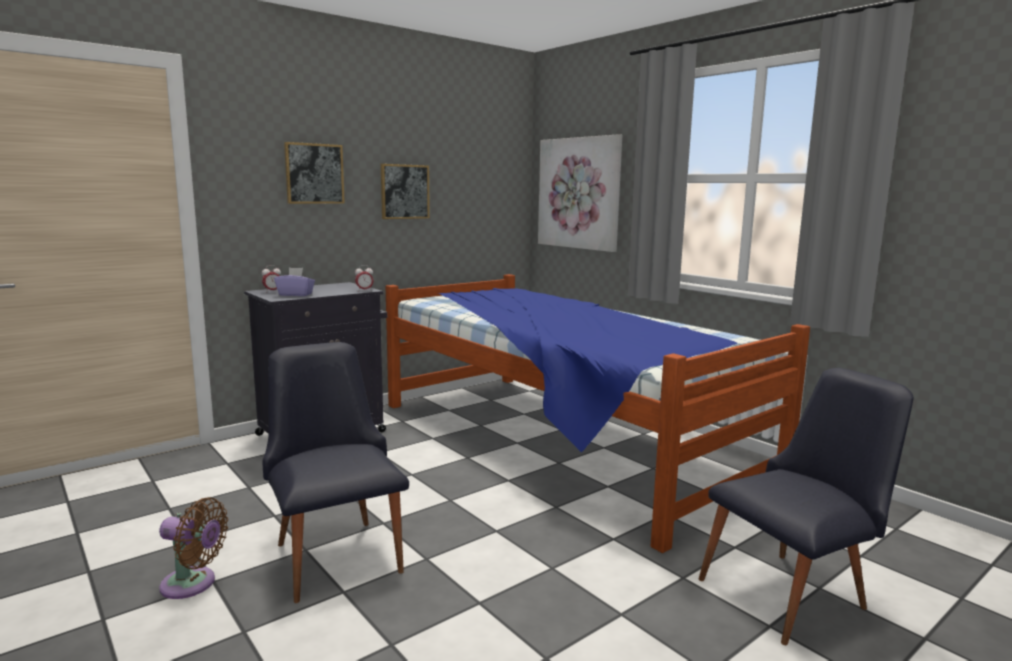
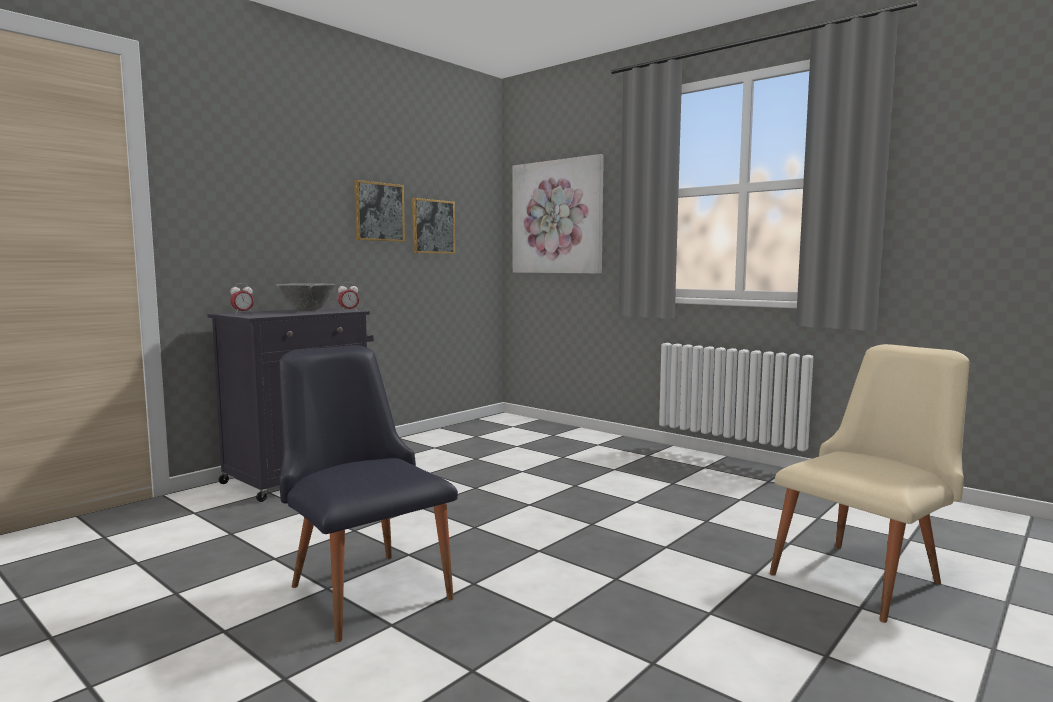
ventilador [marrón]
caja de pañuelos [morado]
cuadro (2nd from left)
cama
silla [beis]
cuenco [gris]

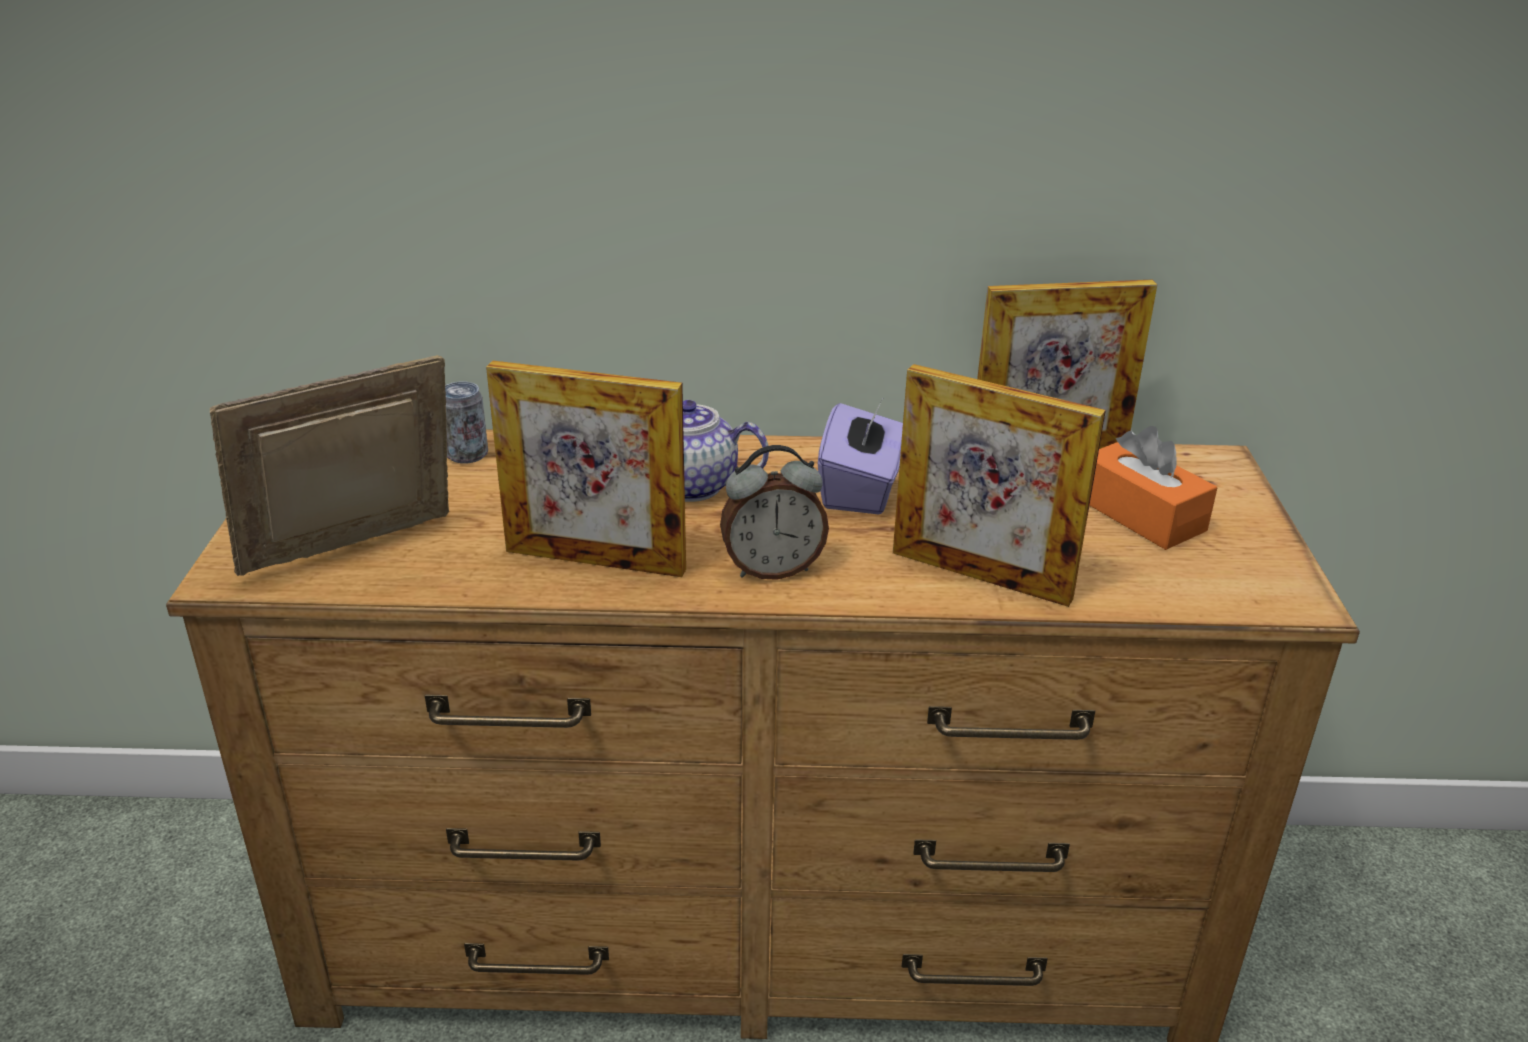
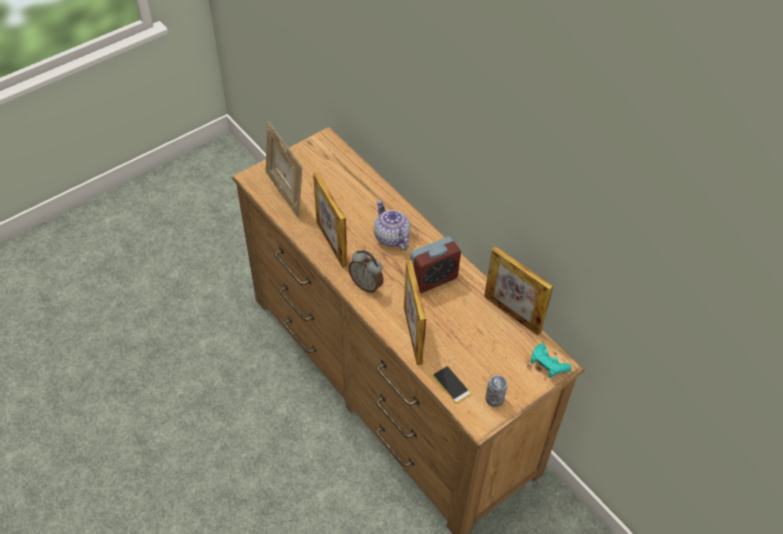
portarretratos (1st from left)
lata
despertador (2nd from left)
caja de pañuelos [naranja]
móvil
mando de consola [turquesa]

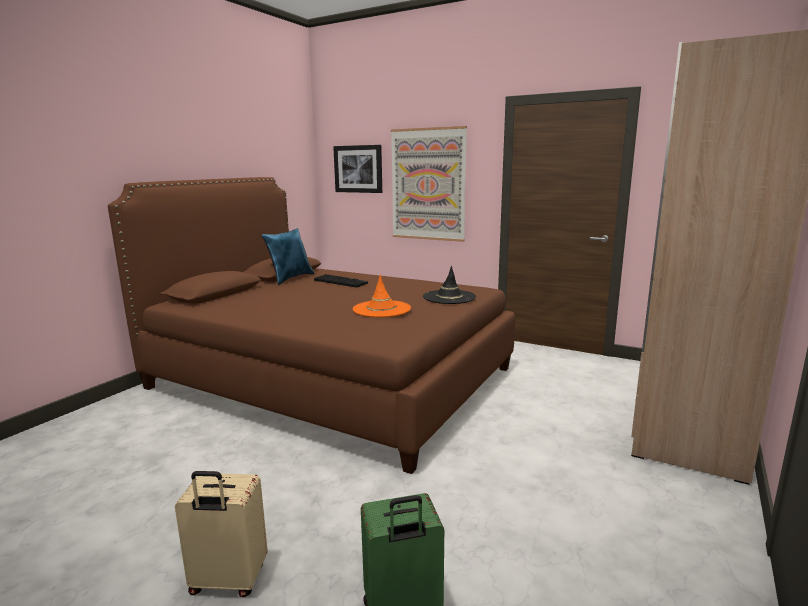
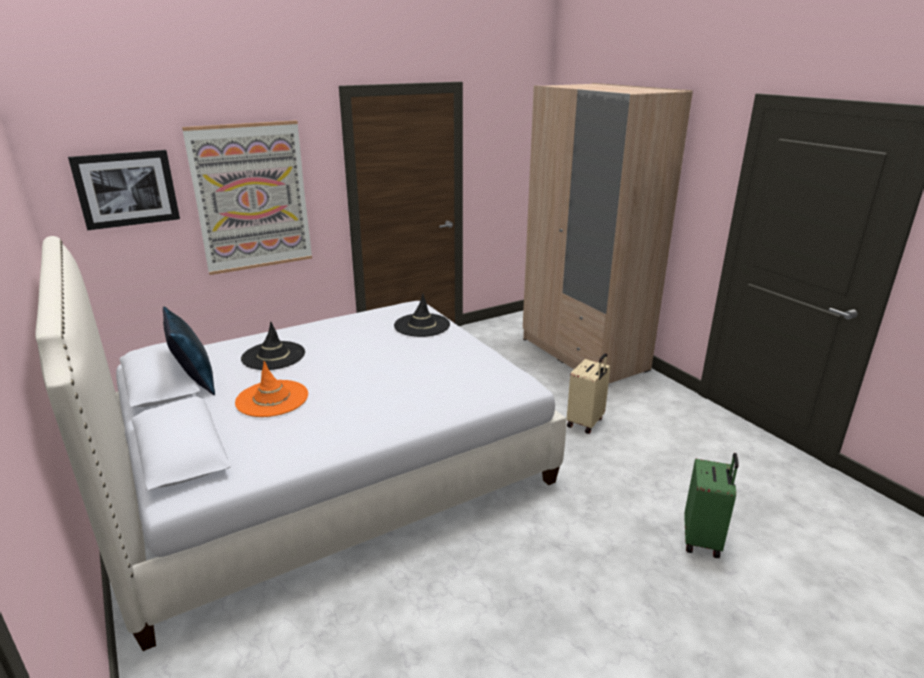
cama [blanco]
maleta [beis]
sombrero [negro] (1st from left)
sombrero [naranja]

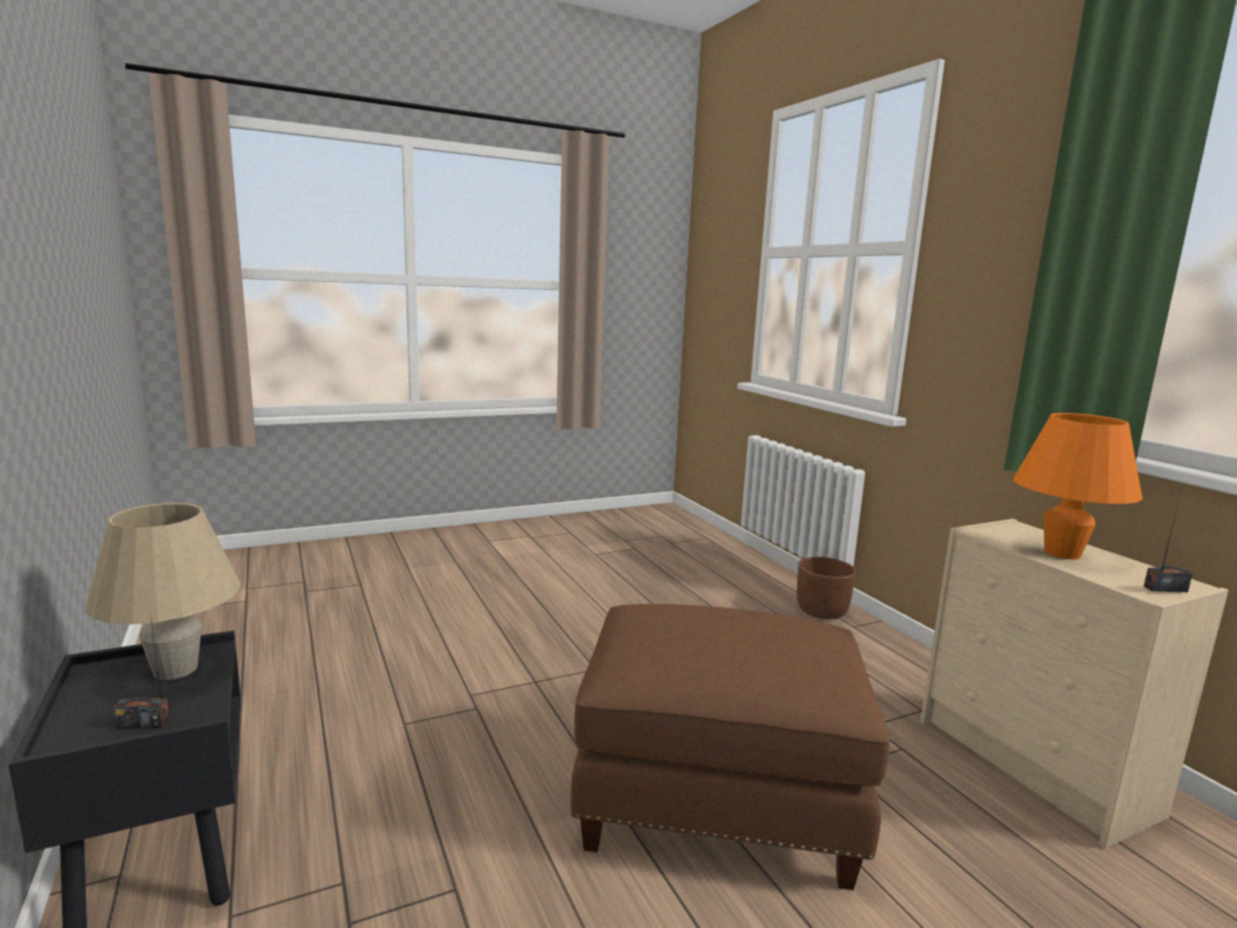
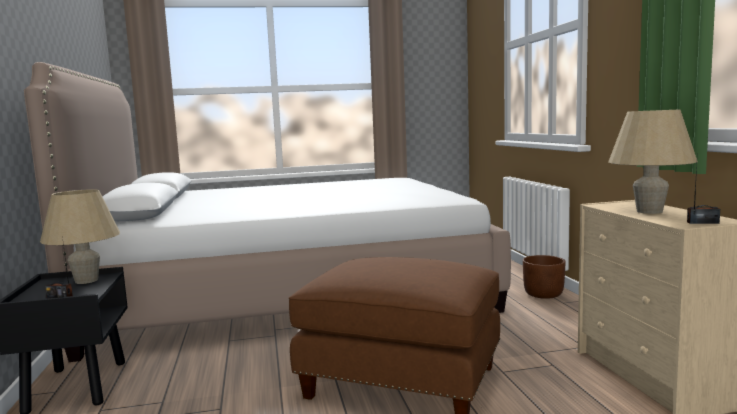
lámpara de mesa [beis] (2nd from left)
cama

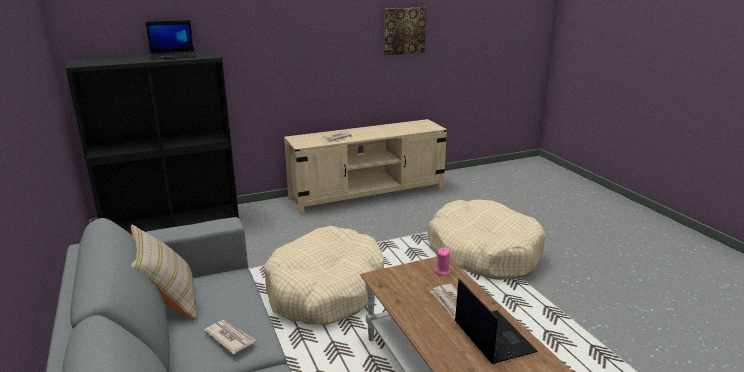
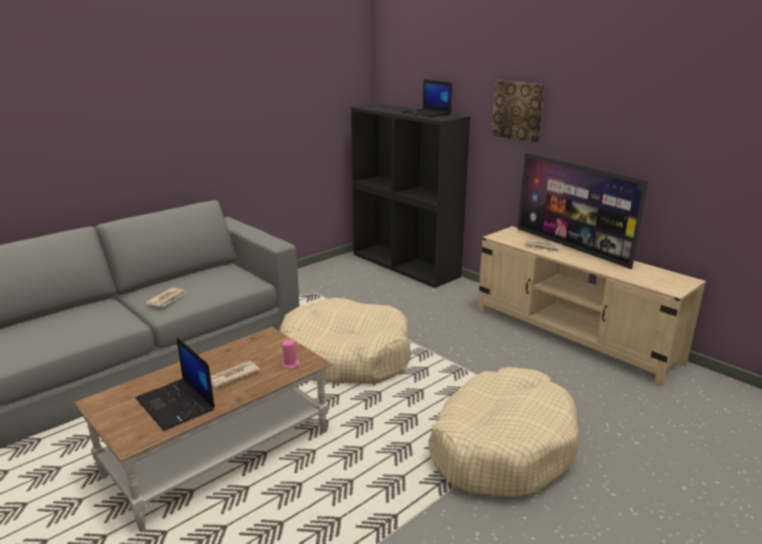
cojín [beis]
cuadro
portátil (1st from left)
televisor

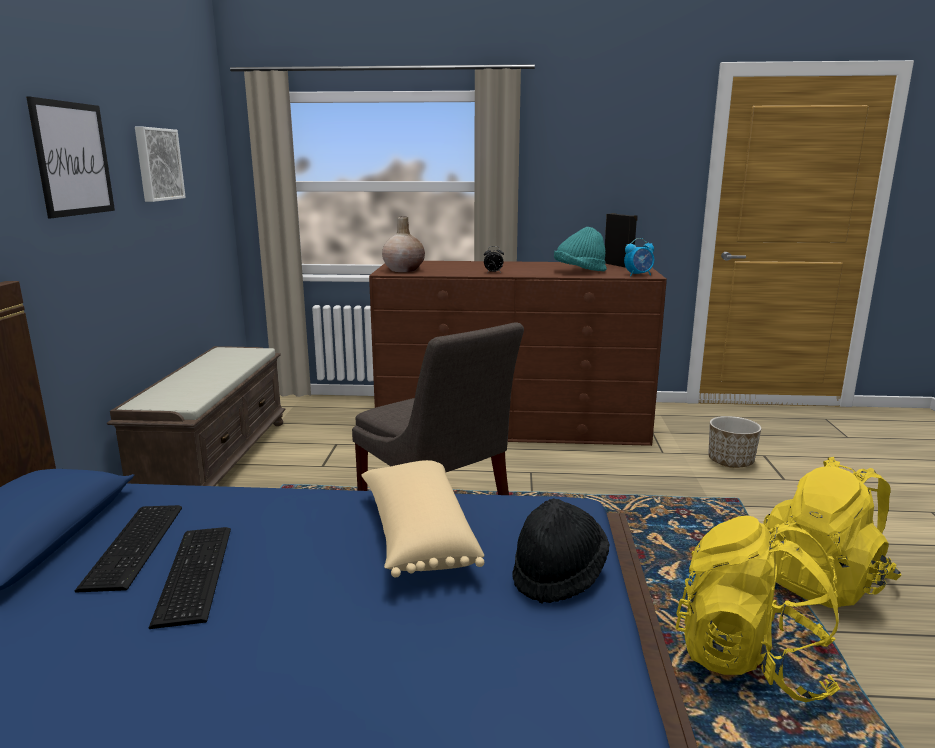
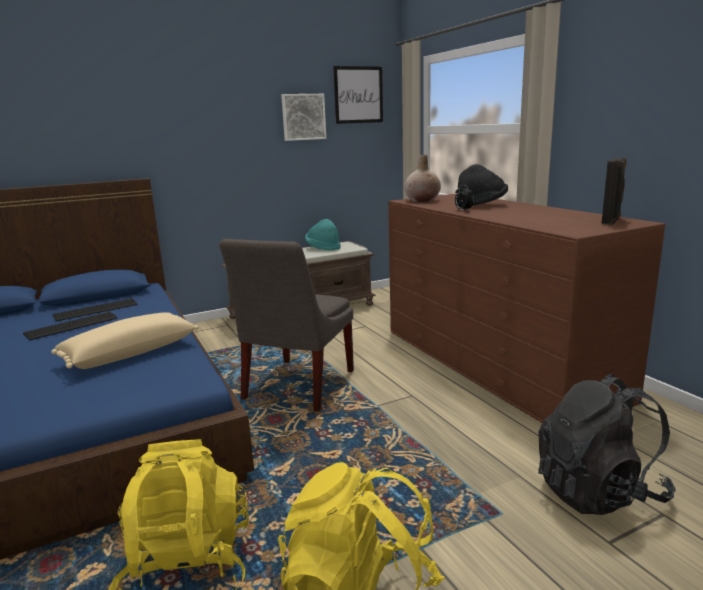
cuadro (2nd from left)
sombrero [negro]
sombrero [turquesa]
despertador (2nd from left in the first image)
mochila [negro]

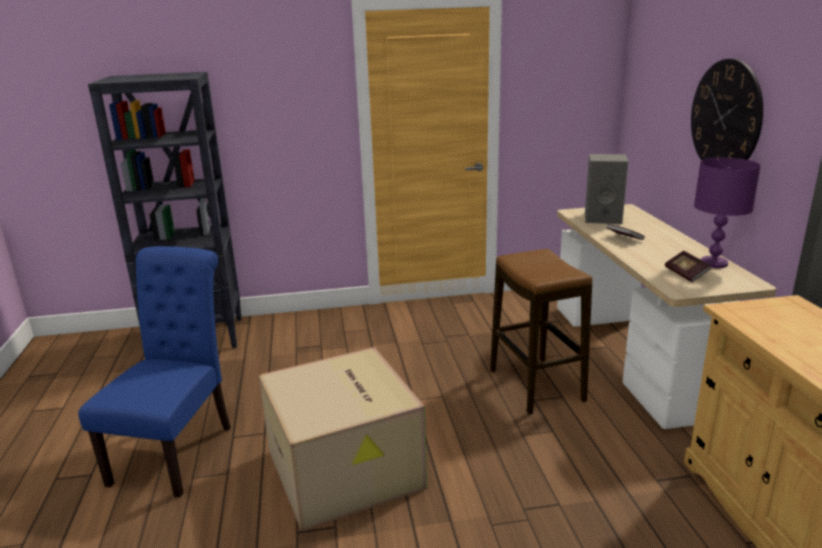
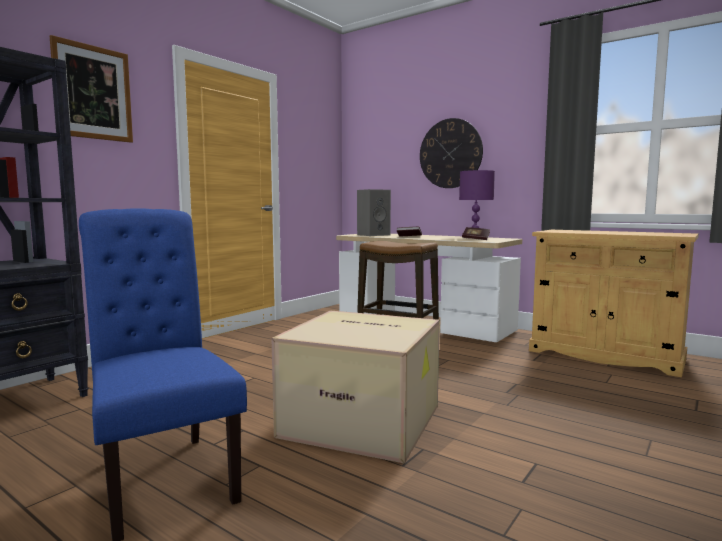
cuadro

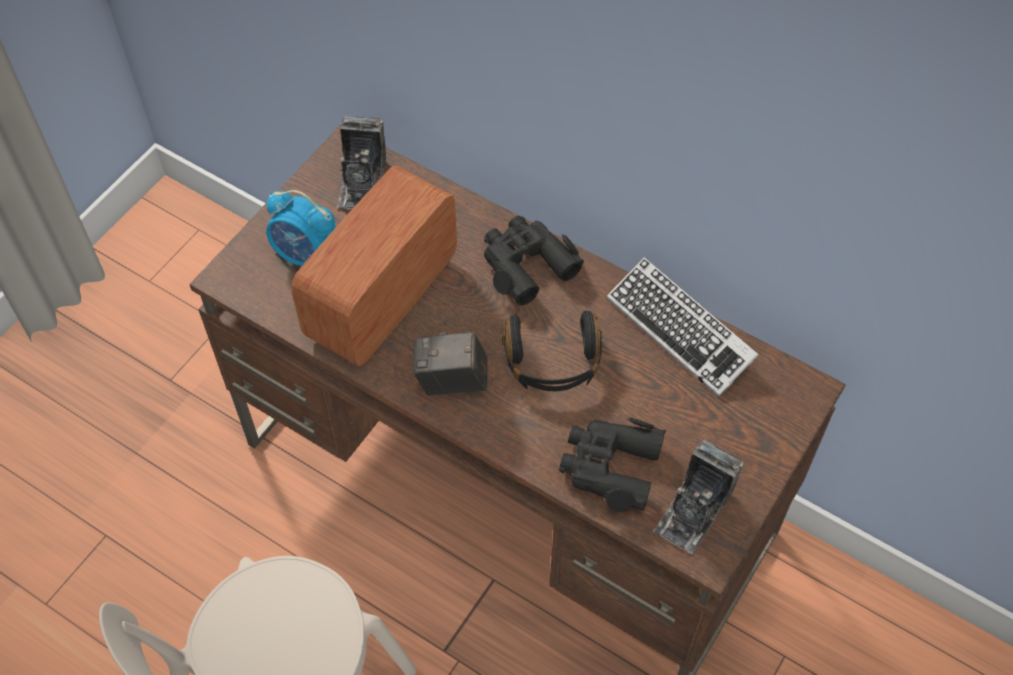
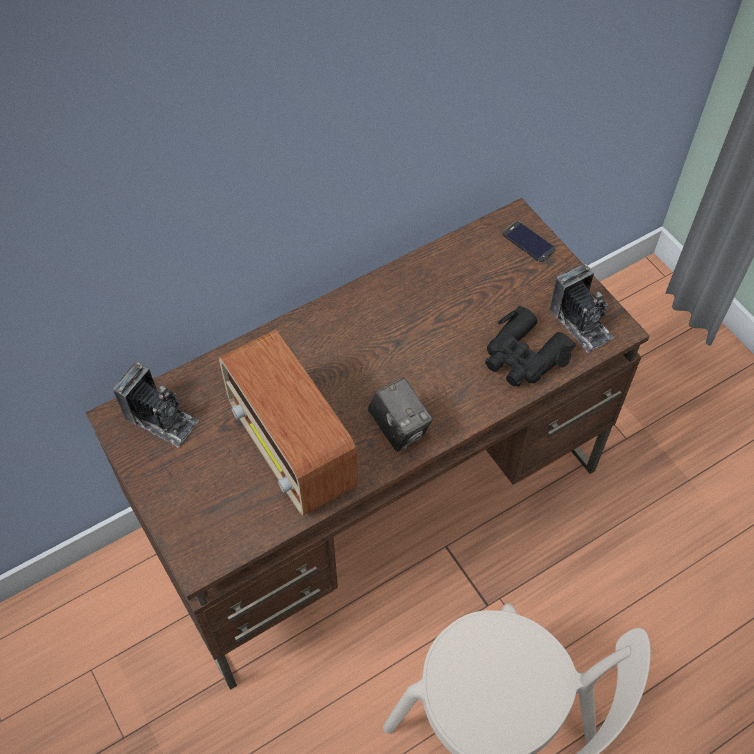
despertador
cámara (2nd from left)
prismáticos [negro] (1st from left in the first image)
auriculares [negro]
teclado
móvil

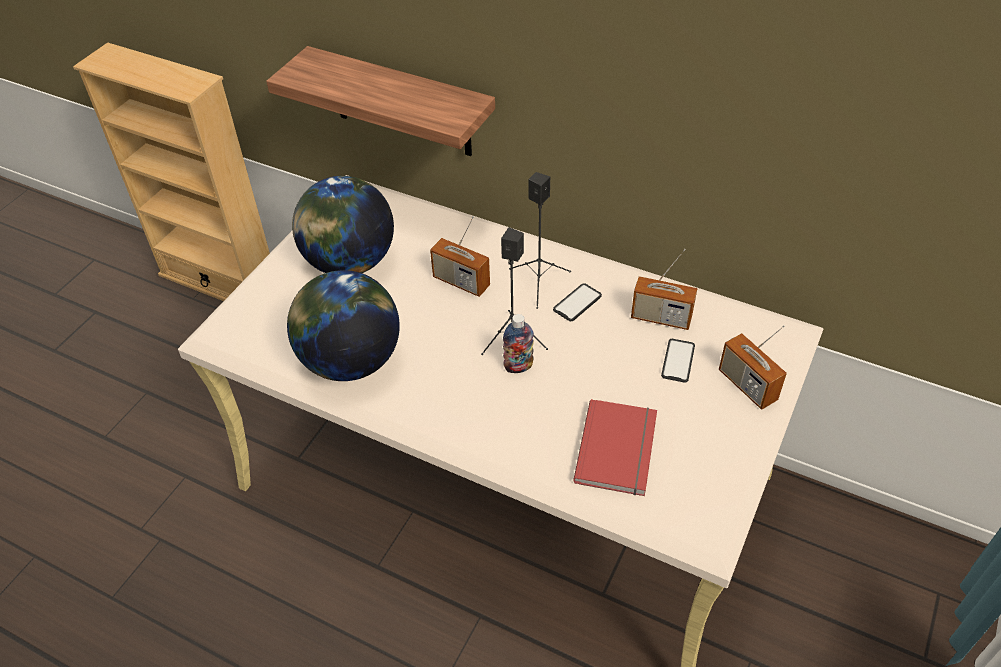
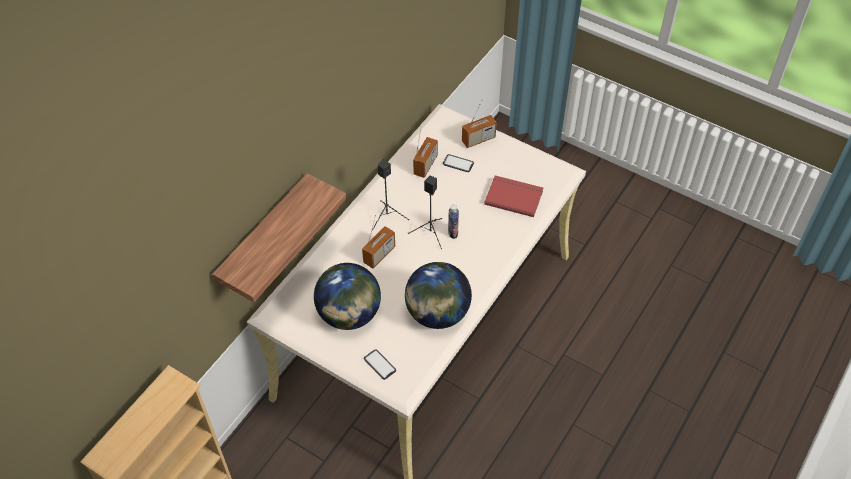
móvil (1st from left)

